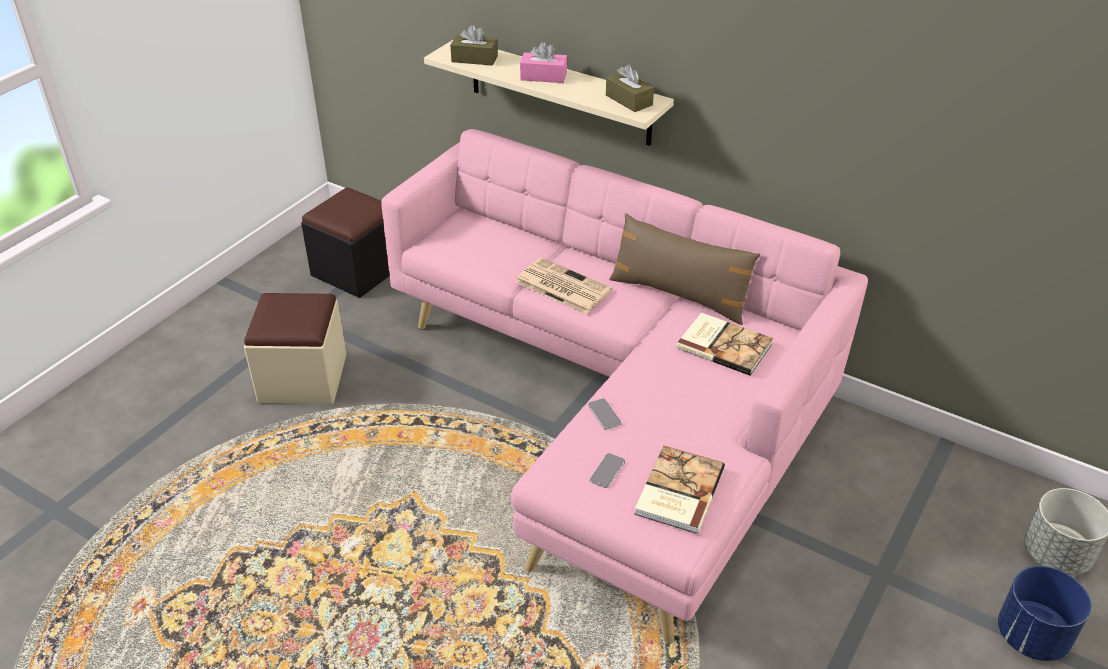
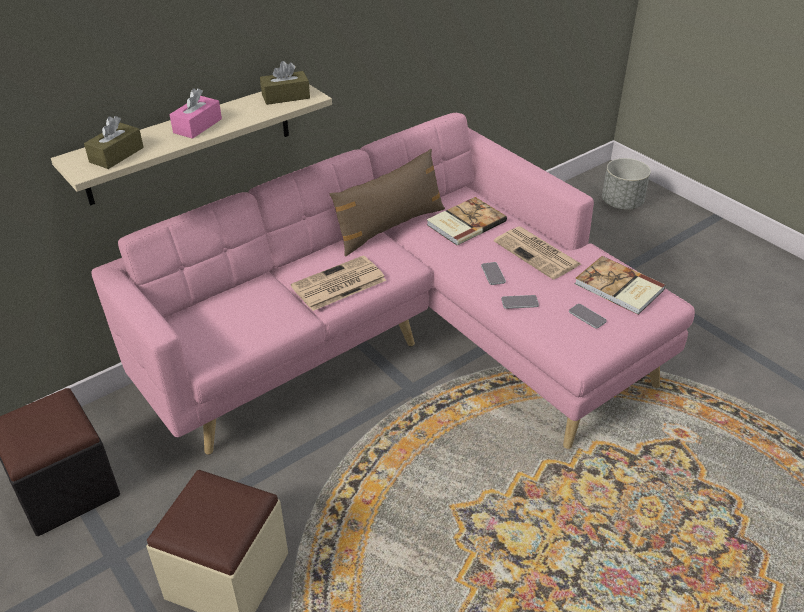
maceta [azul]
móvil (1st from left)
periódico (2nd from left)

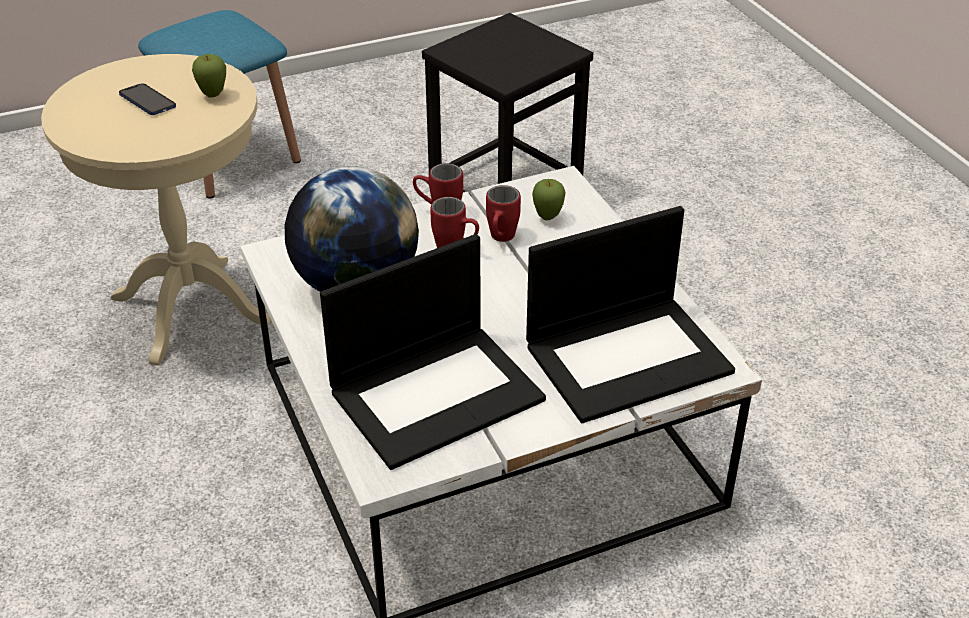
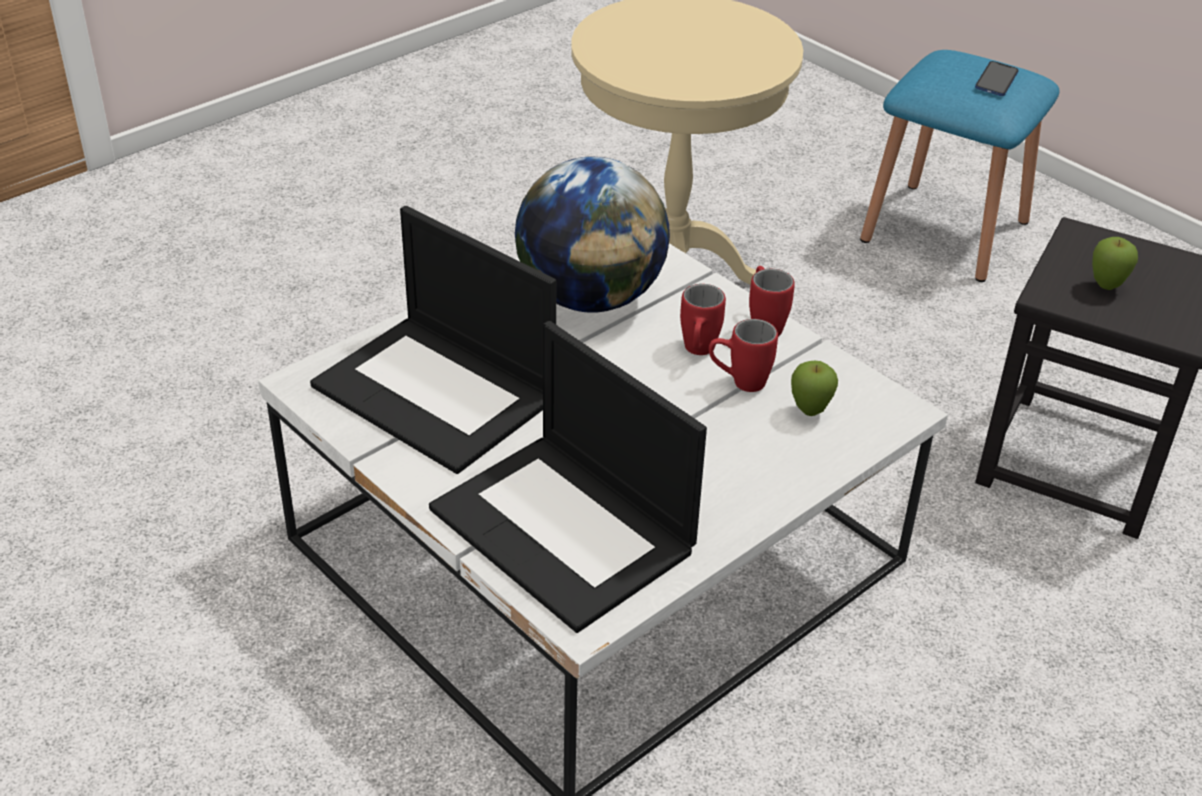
móvil
manzana (2nd from left)

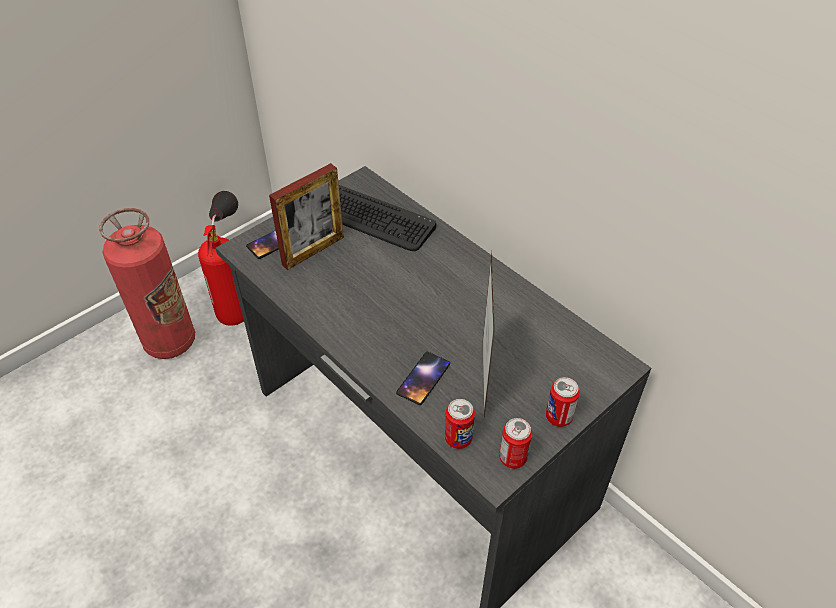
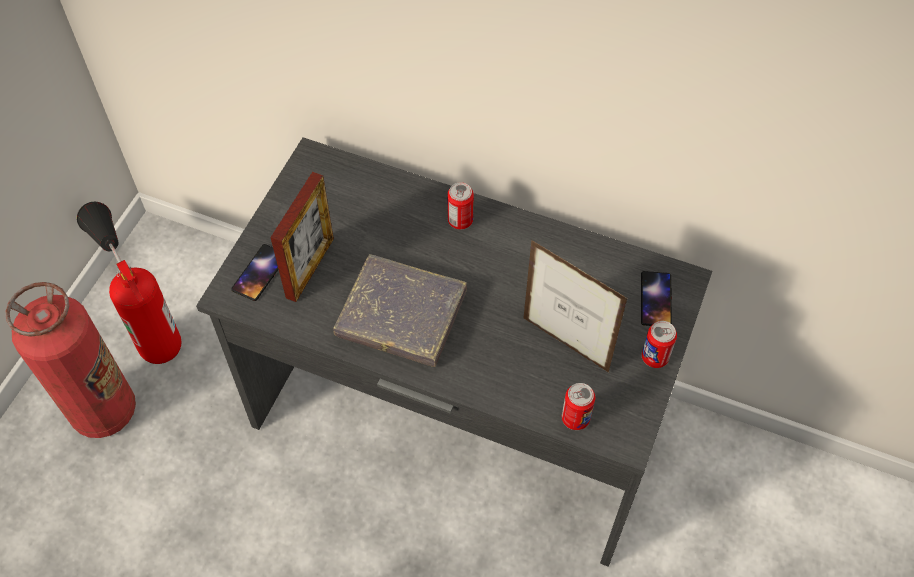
teclado
móvil (2nd from left)
portarretratos (2nd from left)
lata (1st from left)
libro [gris]

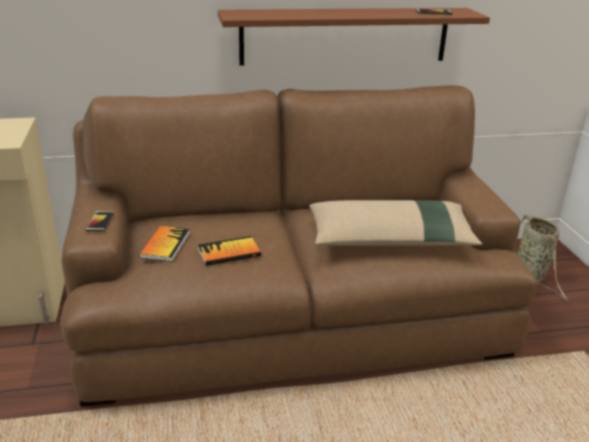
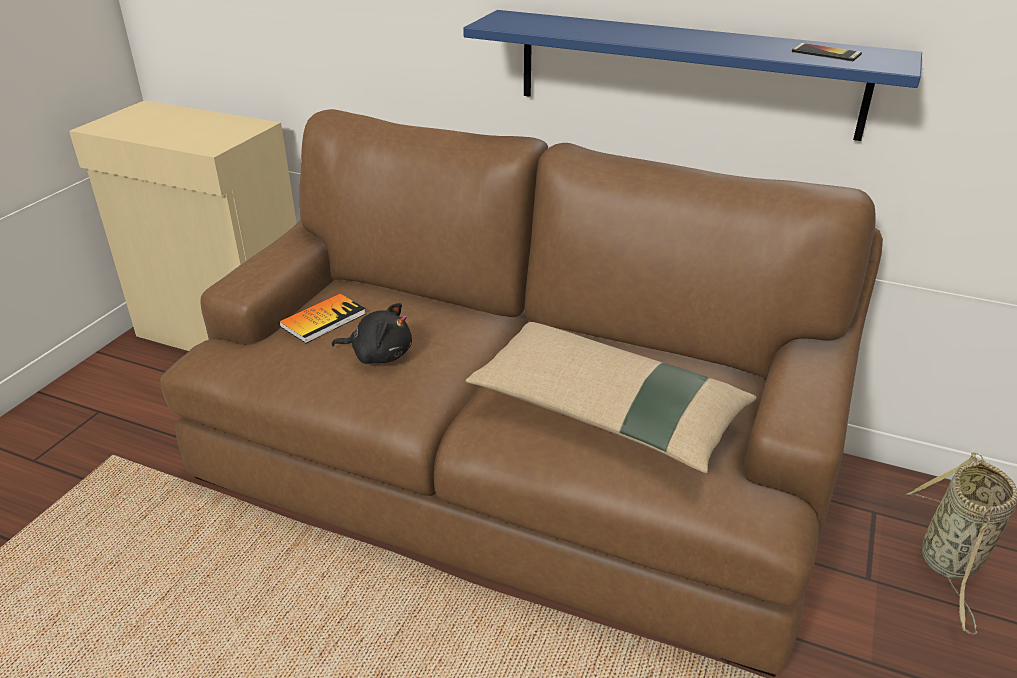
móvil (1st from left in the first image)
peluche [negro]
estante [azul]

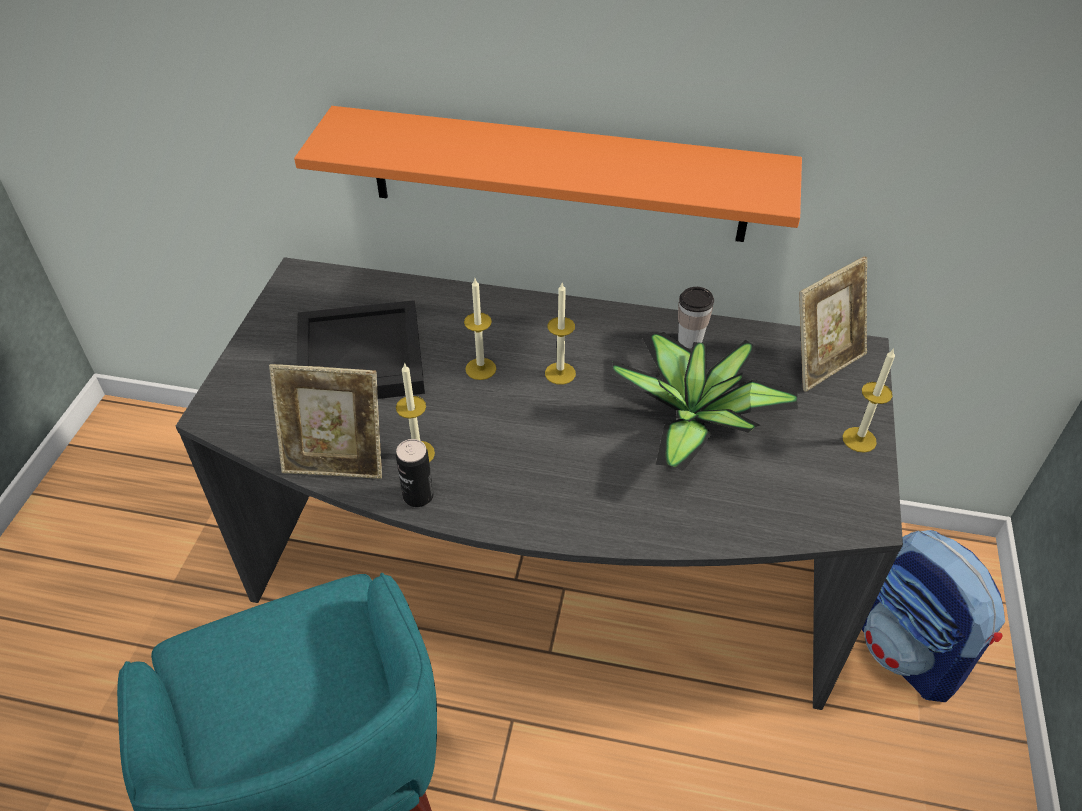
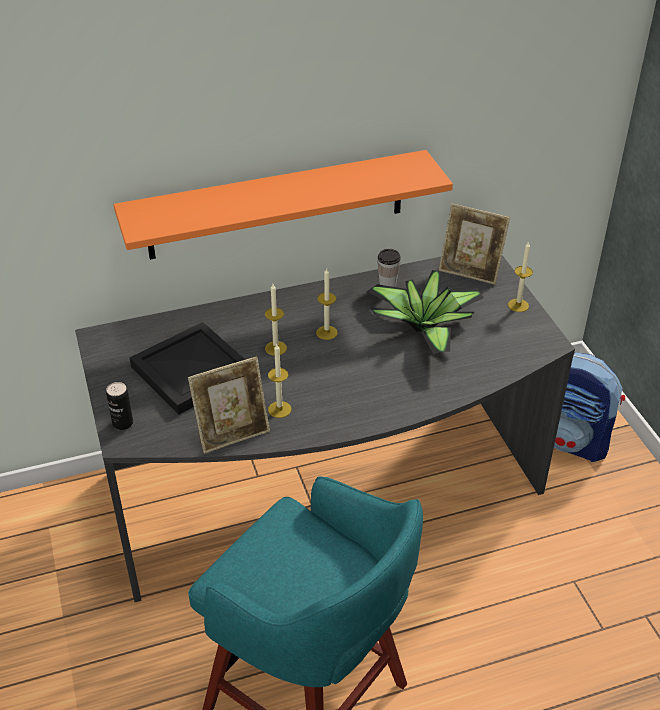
lata
portarretratos (2nd from left)

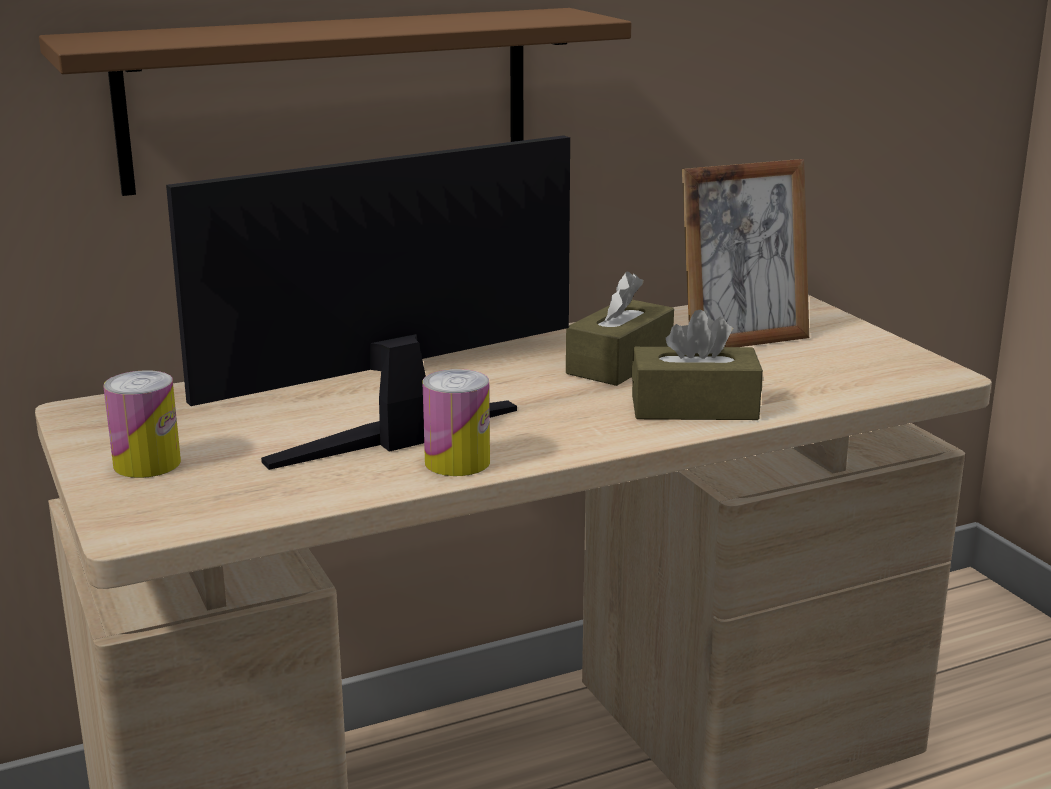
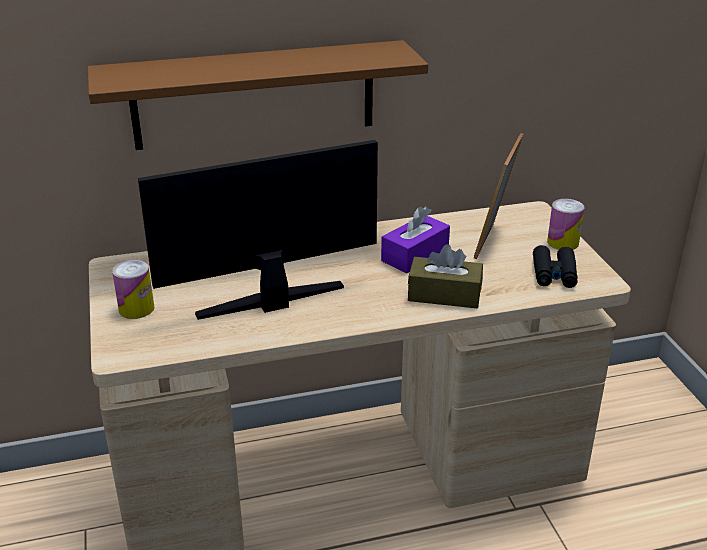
lata (2nd from left)
caja de pañuelos [morado]
portarretratos
prismáticos [negro]

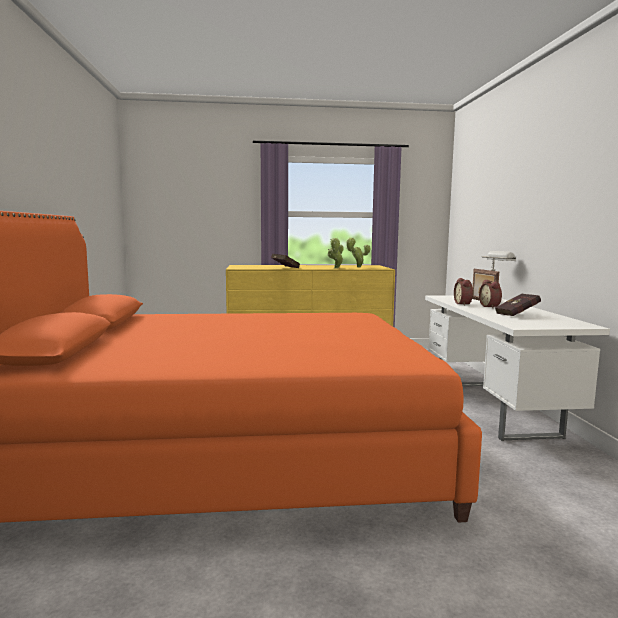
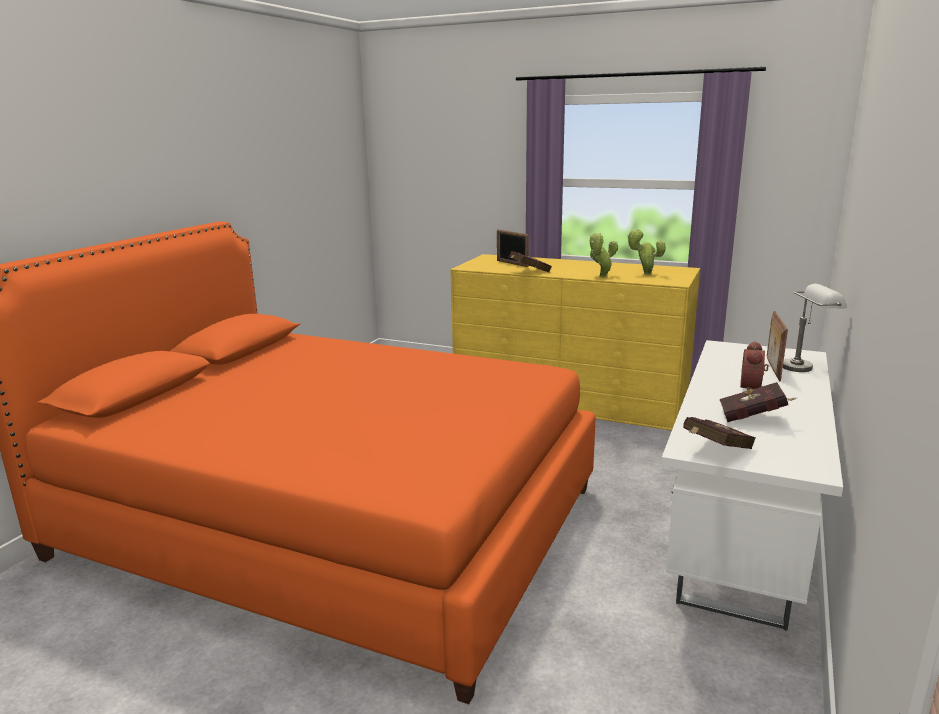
despertador (1st from left in the first image)
portarretratos (1st from left)
libro [rojo] (2nd from left)

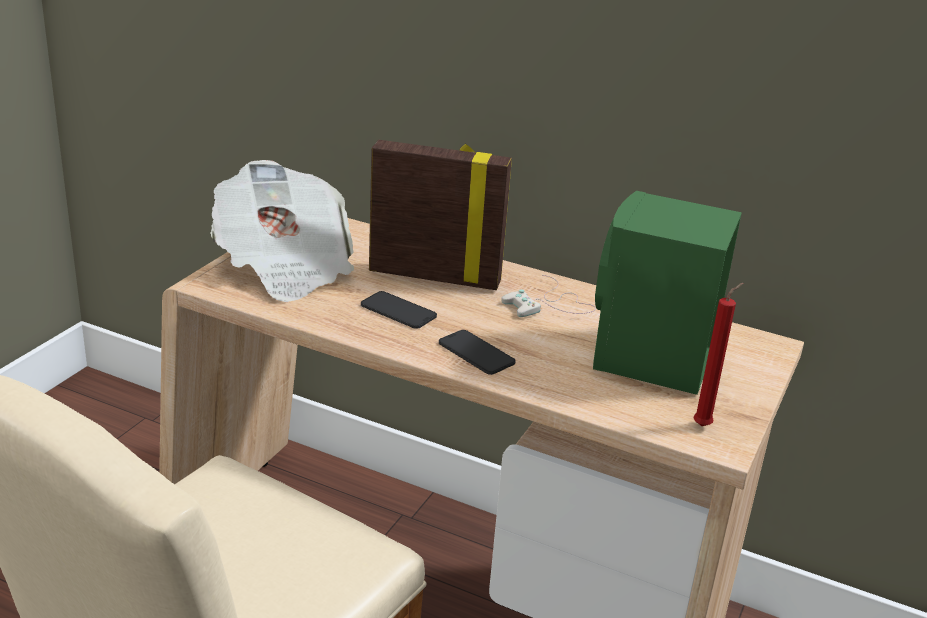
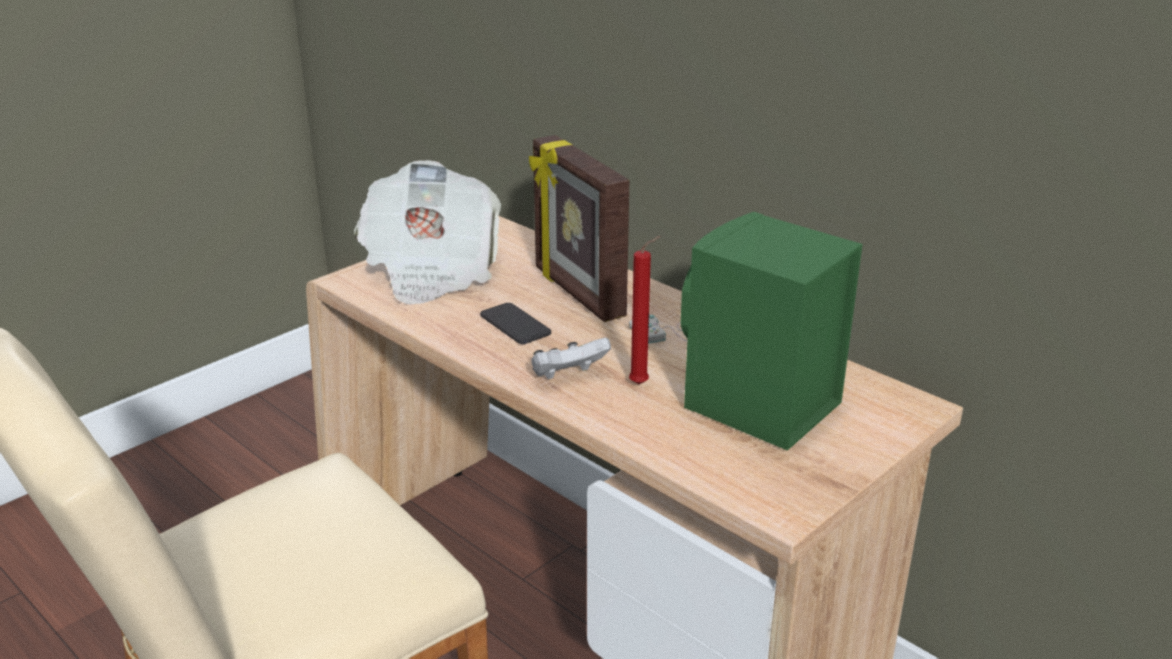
portarretratos
mando de consola [blanco] (1st from left)
vela [rojo]

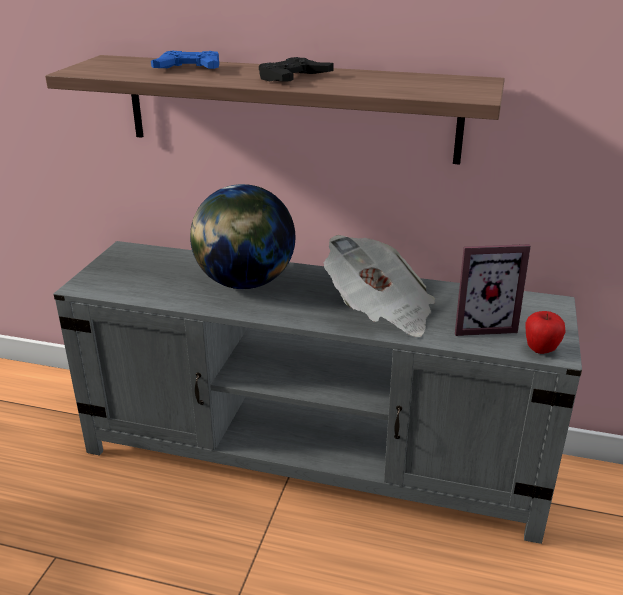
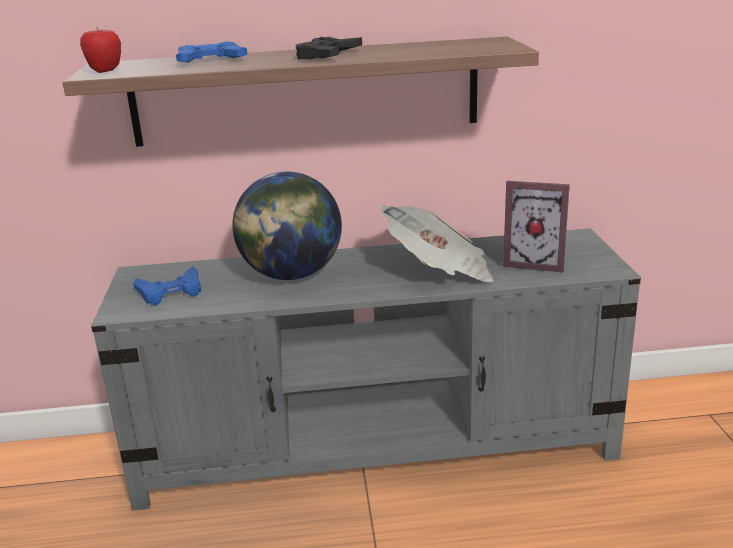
portarretratos
manzana
mando de consola [azul] (1st from left)

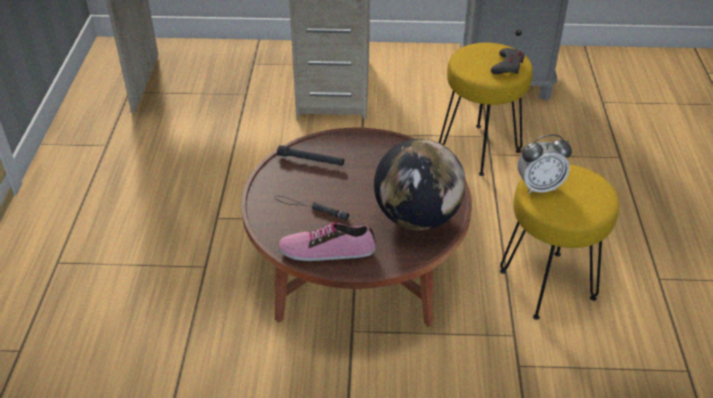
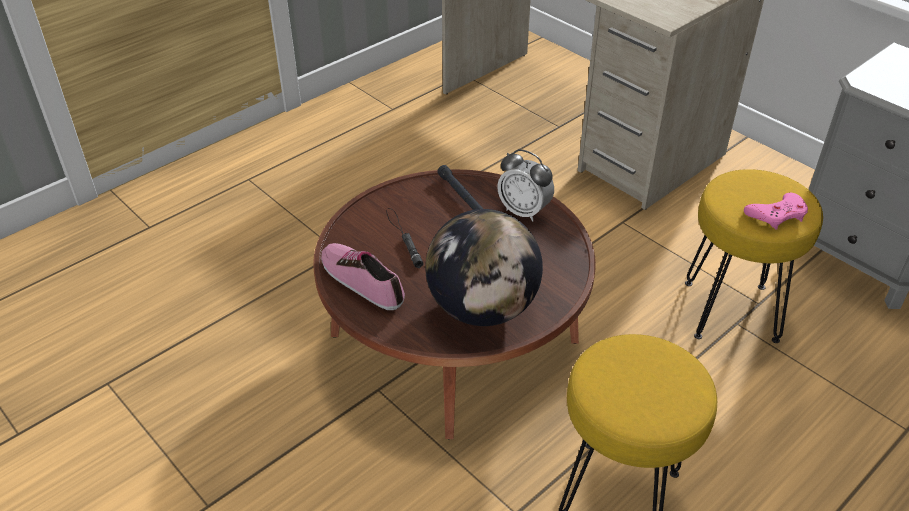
mando de consola [rosa]
despertador

